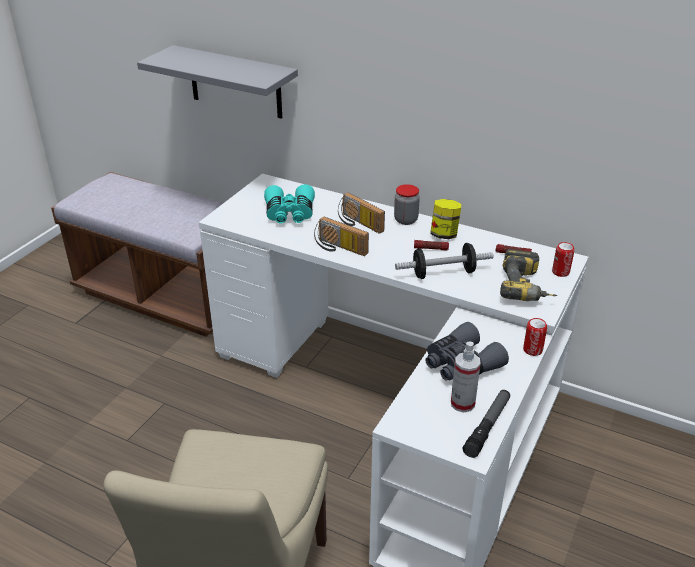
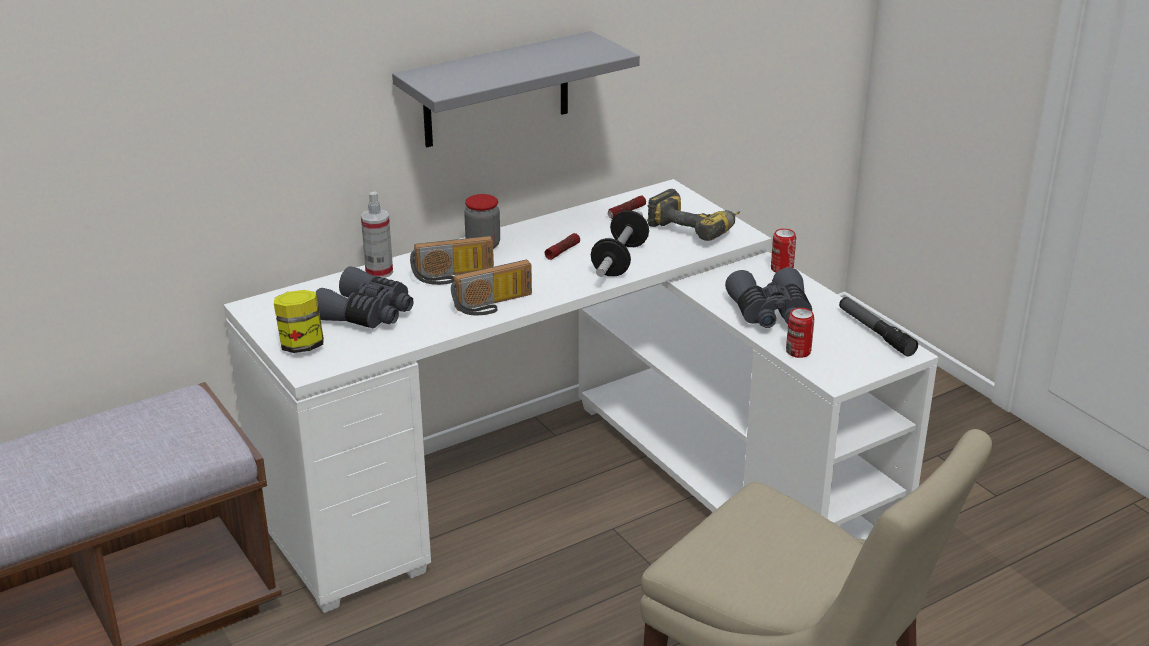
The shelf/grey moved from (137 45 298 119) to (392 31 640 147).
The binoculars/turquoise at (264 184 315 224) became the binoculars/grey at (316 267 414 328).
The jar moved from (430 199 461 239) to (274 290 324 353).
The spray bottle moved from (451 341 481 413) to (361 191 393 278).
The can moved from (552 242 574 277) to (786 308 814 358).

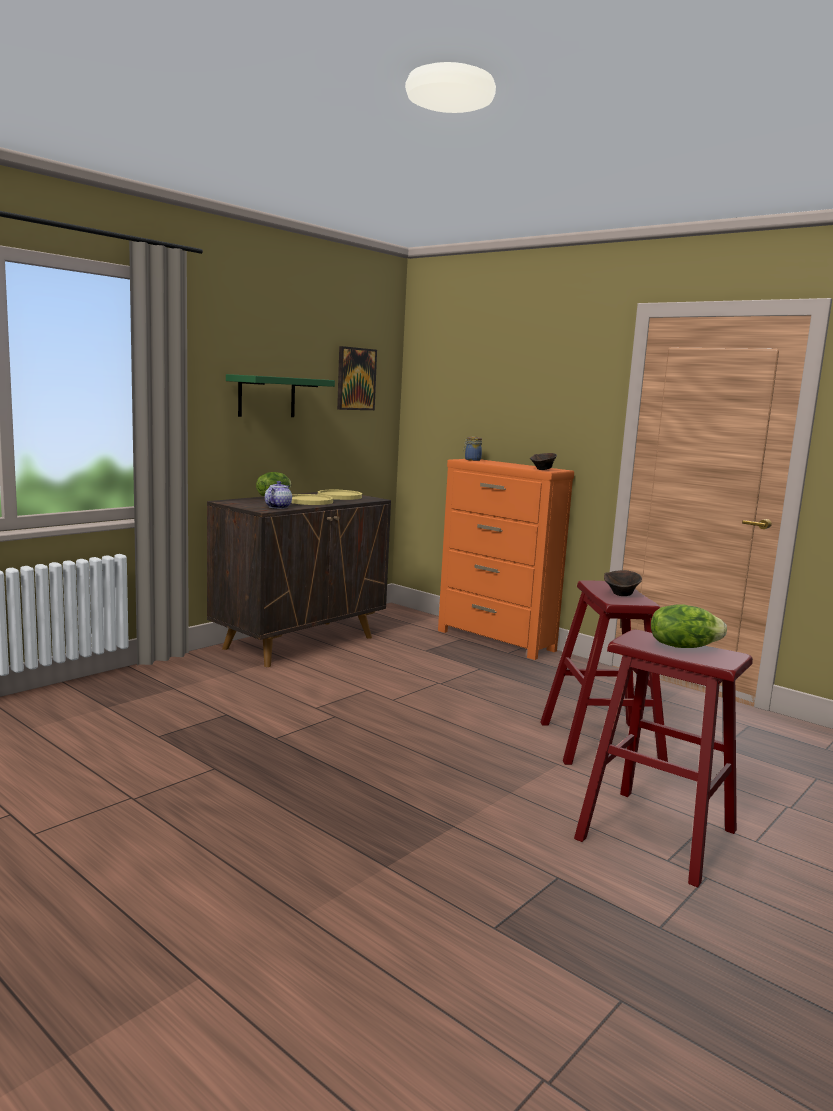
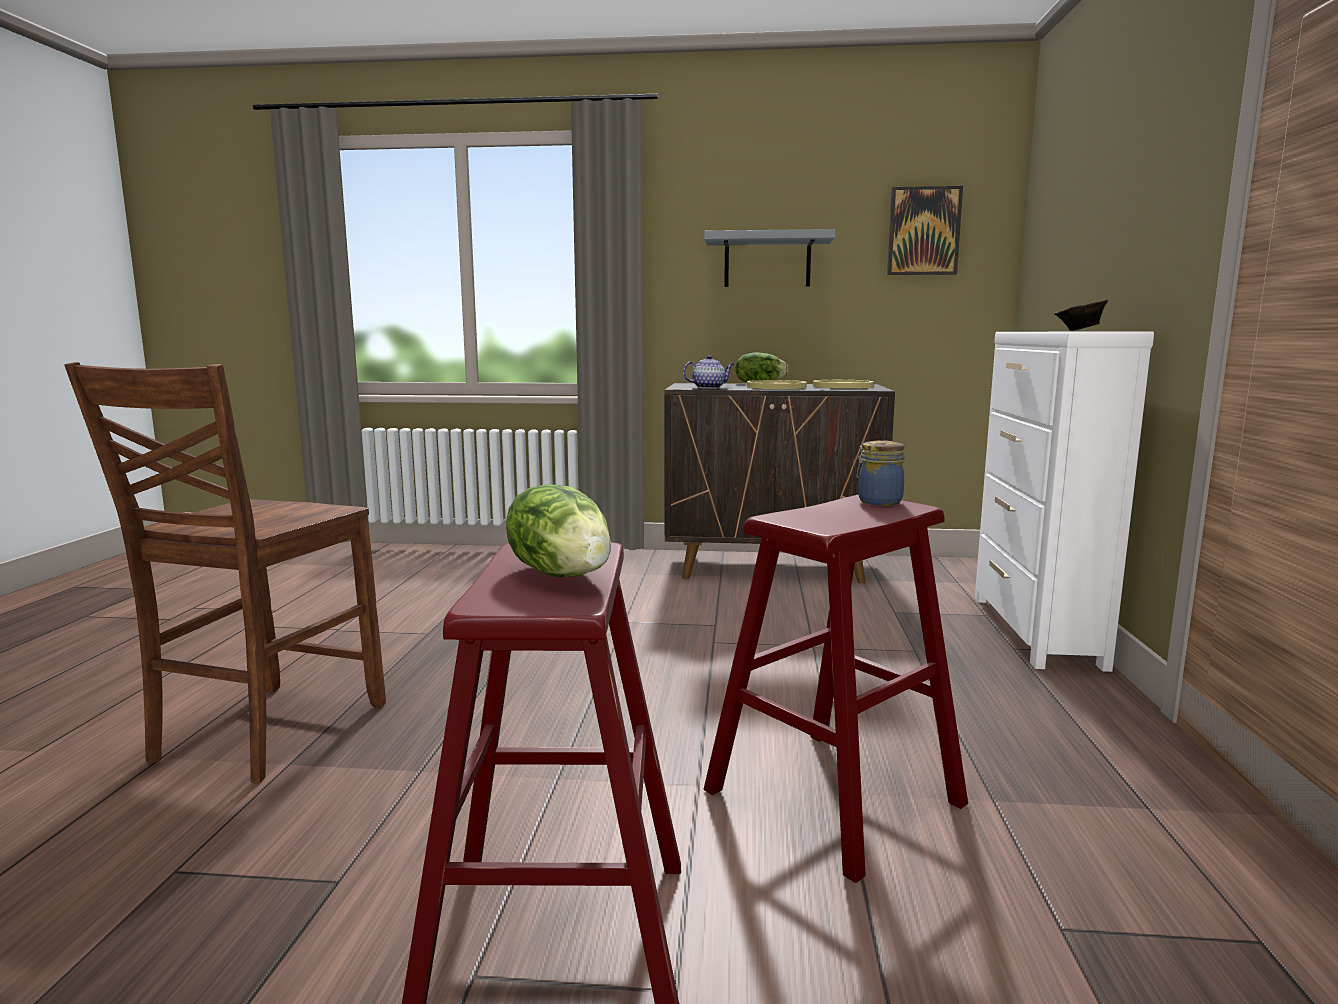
The shelf/green at (226 374 335 417) became the shelf/grey at (704 229 836 287).
The dresser/orange at (438 459 574 660) became the dresser/white at (975 332 1154 672).
The jar moved from (463 437 482 461) to (856 440 905 506).
The bowl/brown at (604 570 642 596) disappeared.
The chair/brown at (65 362 386 783) appeared.

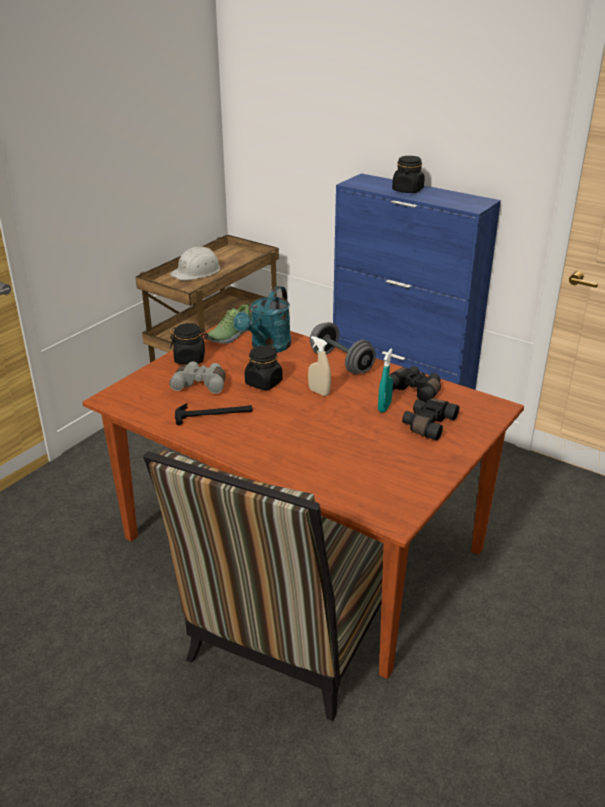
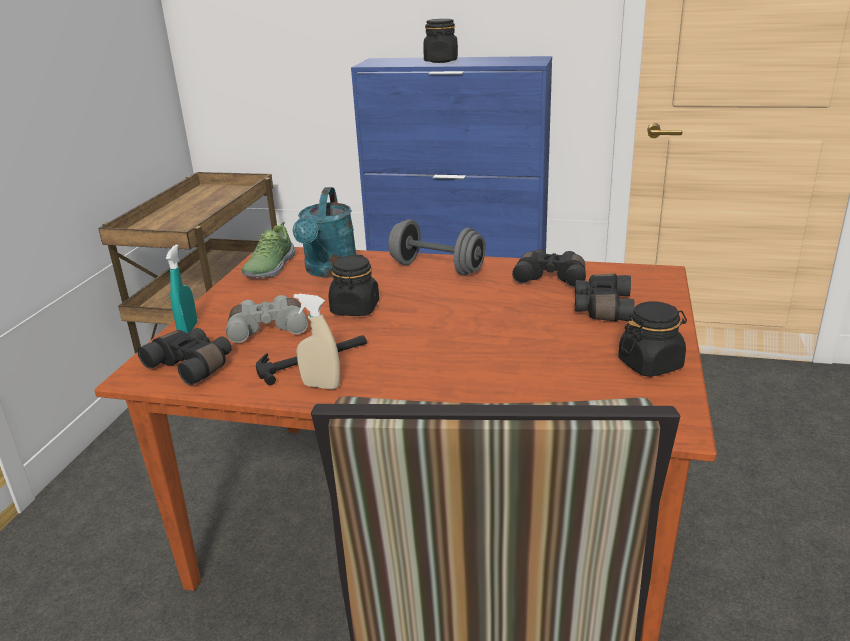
The hard hat/white at (170 246 220 281) disappeared.
The jar/black moved from (170 323 208 364) to (618 301 687 377).
The spray bottle/beige moved from (308 336 331 396) to (294 294 340 390).
The spray bottle/turquoise moved from (378 349 393 413) to (166 244 197 333).
The binoculars/black at (138 328 232 385) appeared.

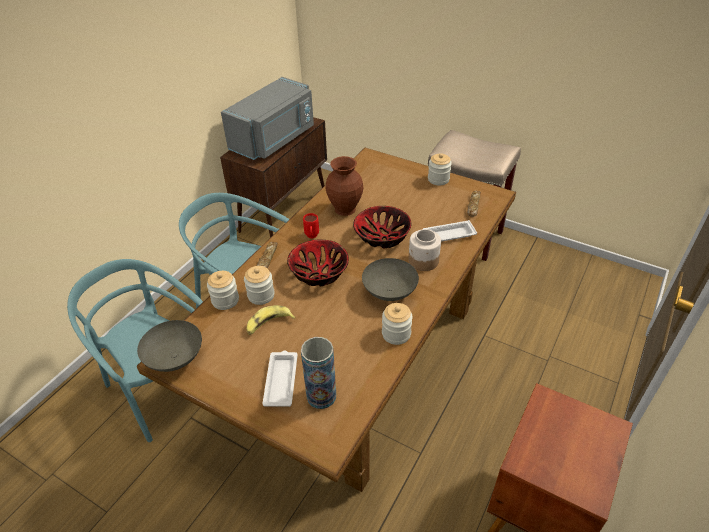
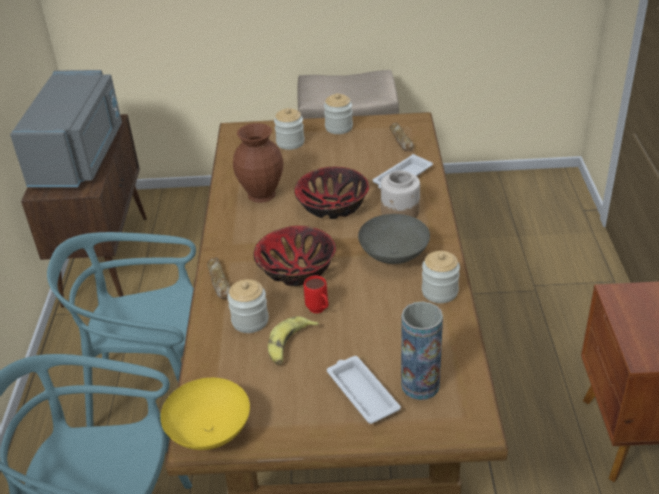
The bowl/grey at (137 320 202 372) became the bowl/yellow at (160 378 250 450).
The jar moved from (207 271 239 310) to (274 108 305 150).
The mug/red moved from (303 213 319 238) to (304 275 328 313).

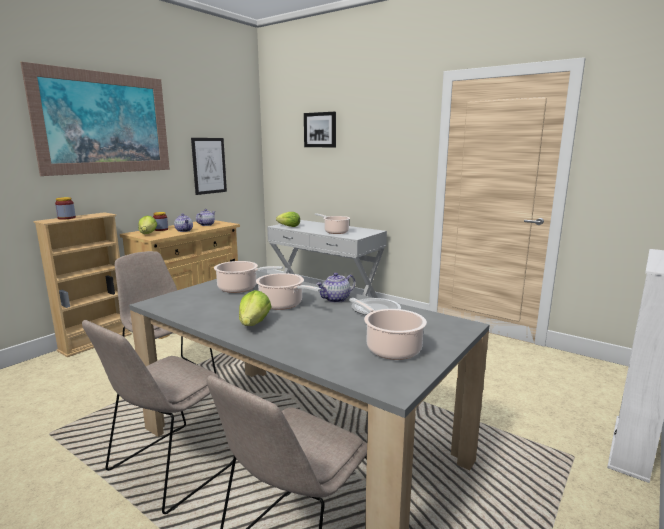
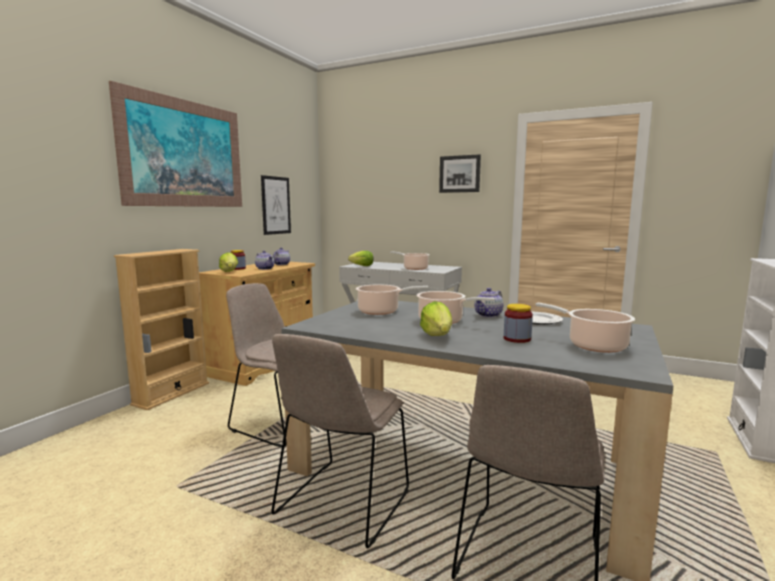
The jar moved from (55 197 76 220) to (504 304 533 343).
The picture moved from (304 112 336 147) to (439 154 481 193).

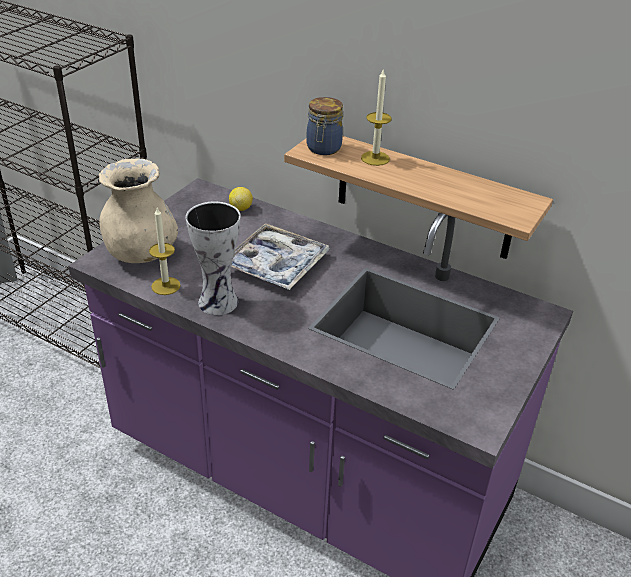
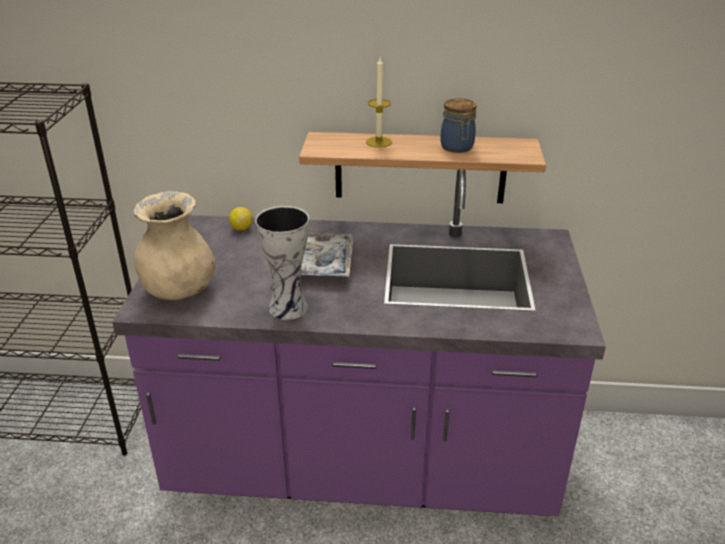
The candle at (149 208 181 295) disappeared.
The jar moved from (306 97 343 155) to (440 98 477 153).

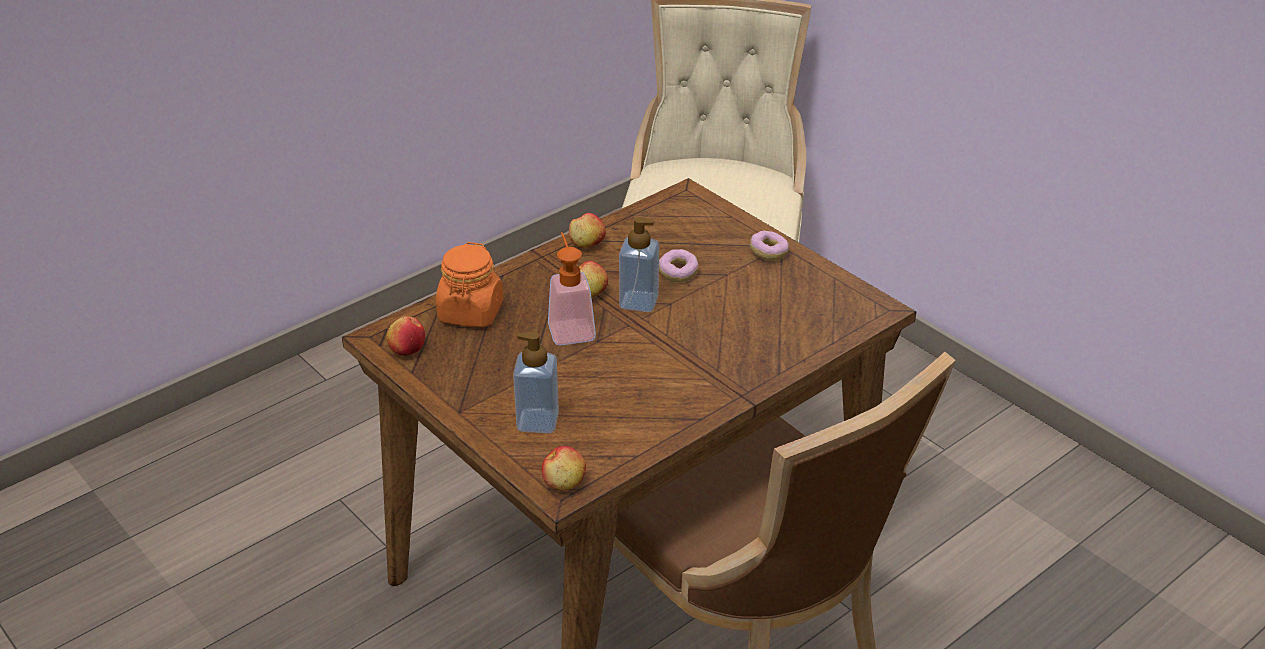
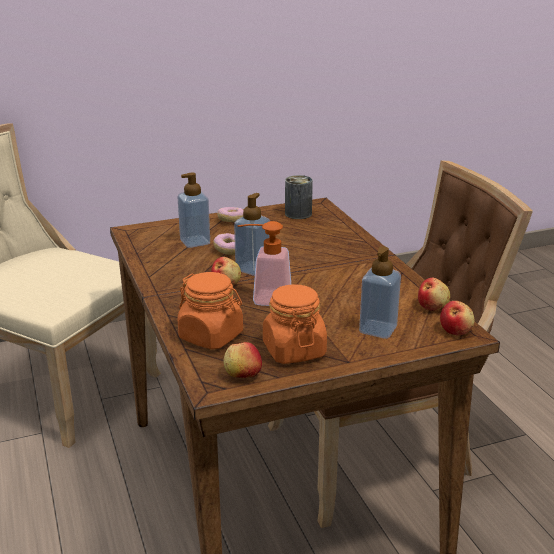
The apple moved from (569 213 606 248) to (418 278 450 311).
The soap dispenser at (177 173 210 248) appeared.
The jar/orange at (263 284 327 364) appeared.
The can at (285 175 313 219) appeared.

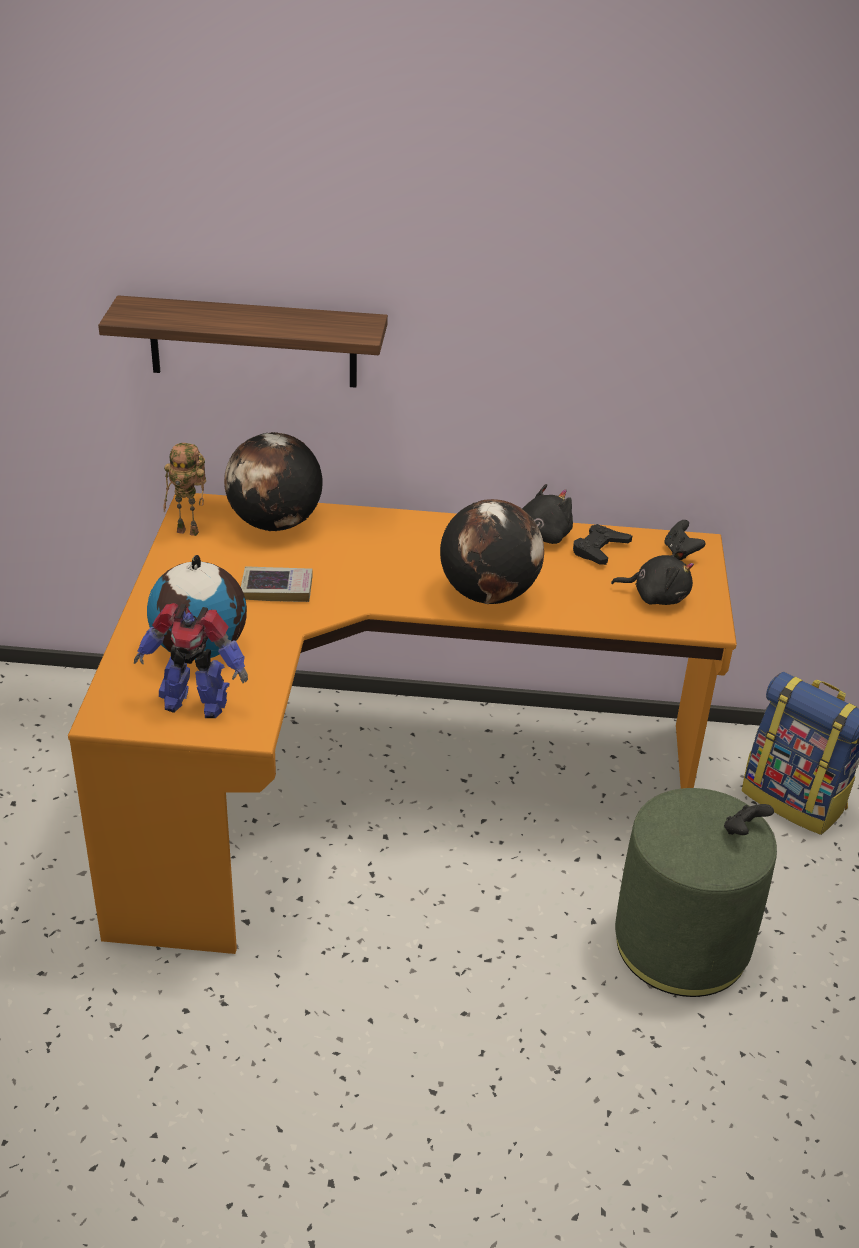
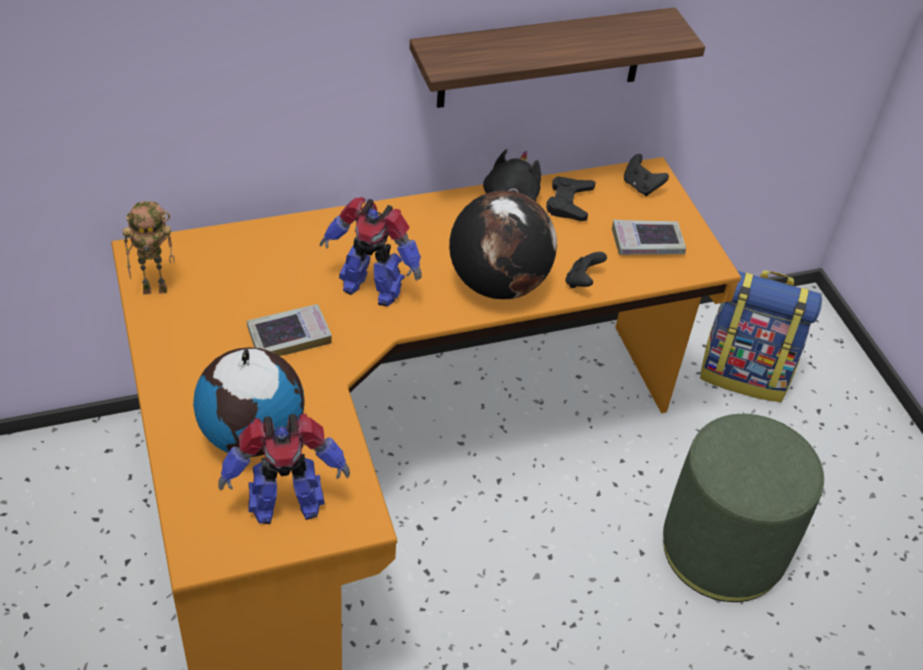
The shelf moved from (98 295 388 388) to (409 7 705 108).
The globe at (224 432 323 531) disappeared.
The plush toy/black at (611 549 694 605) was replaced by the book at (612 220 686 255).
The game controller/black moved from (724 804 774 835) to (565 252 607 288).
The toy robot at (320 197 422 307) appeared.

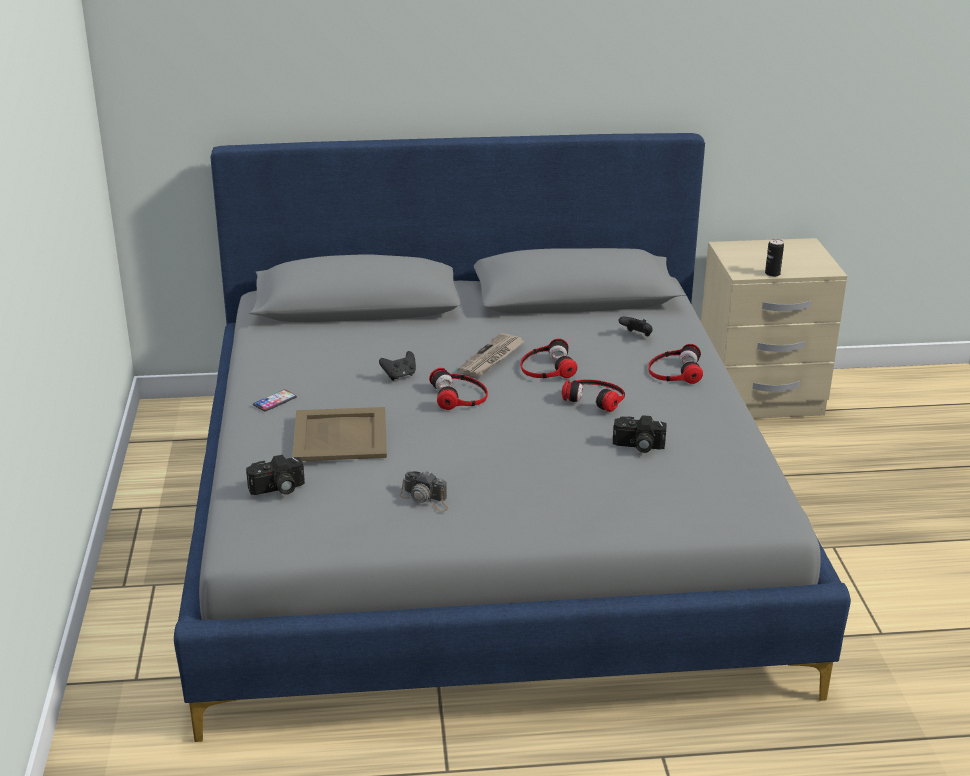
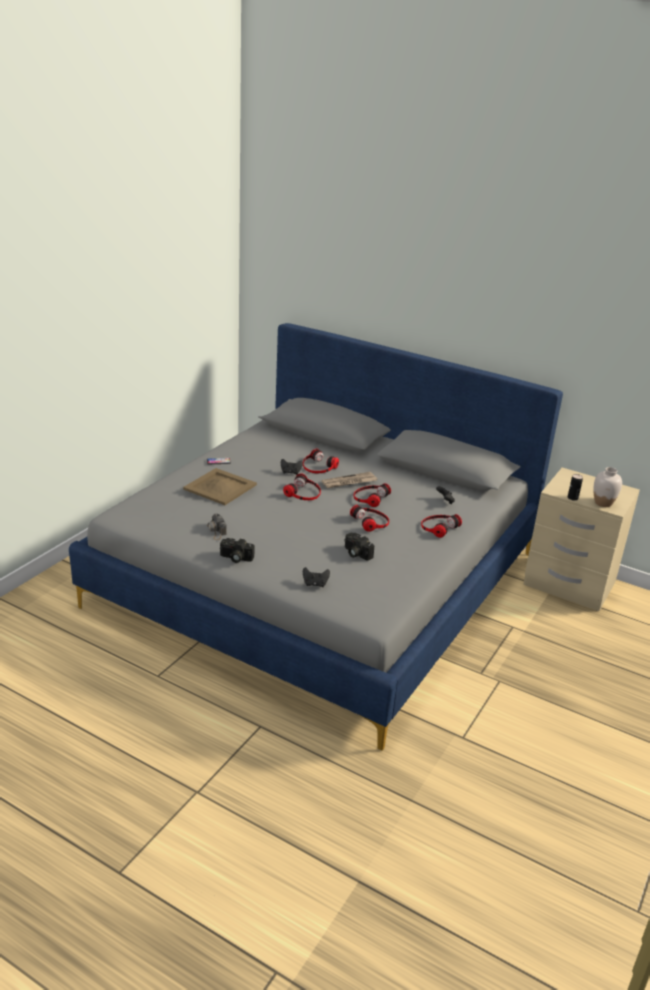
The photo camera moved from (246 455 305 495) to (220 538 254 563).
The headphones at (303 449 339 473) appeared.
The game controller/black at (303 567 330 587) appeared.
The vase/white at (593 467 622 507) appeared.

